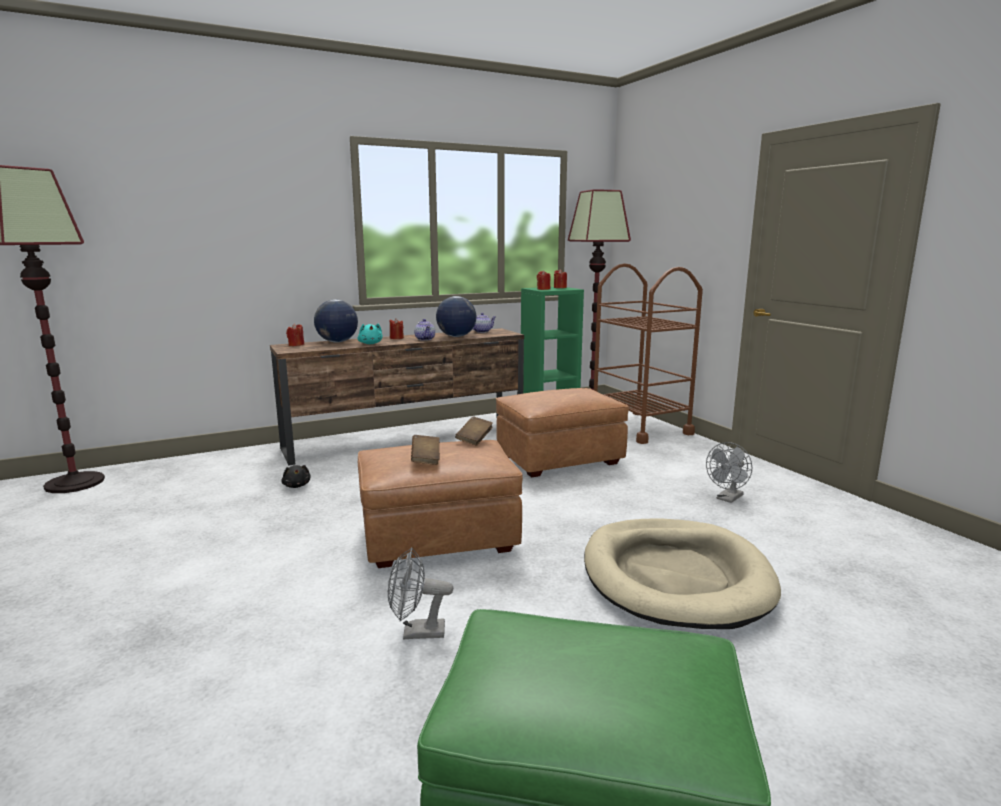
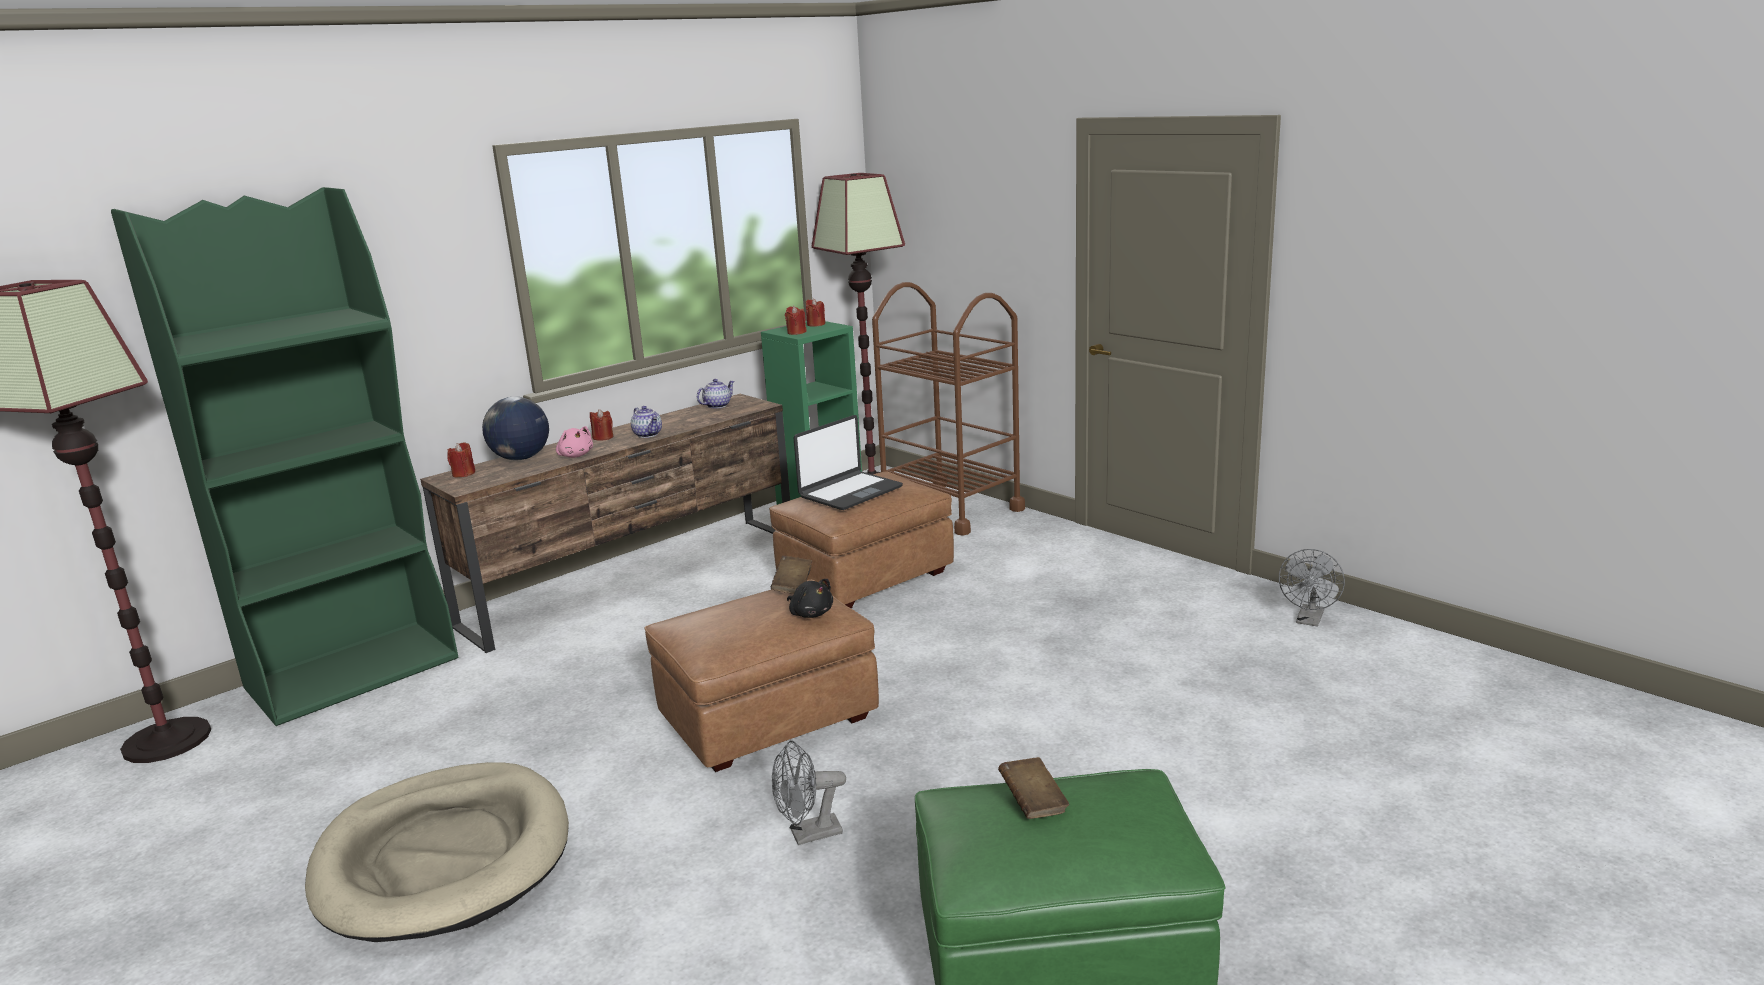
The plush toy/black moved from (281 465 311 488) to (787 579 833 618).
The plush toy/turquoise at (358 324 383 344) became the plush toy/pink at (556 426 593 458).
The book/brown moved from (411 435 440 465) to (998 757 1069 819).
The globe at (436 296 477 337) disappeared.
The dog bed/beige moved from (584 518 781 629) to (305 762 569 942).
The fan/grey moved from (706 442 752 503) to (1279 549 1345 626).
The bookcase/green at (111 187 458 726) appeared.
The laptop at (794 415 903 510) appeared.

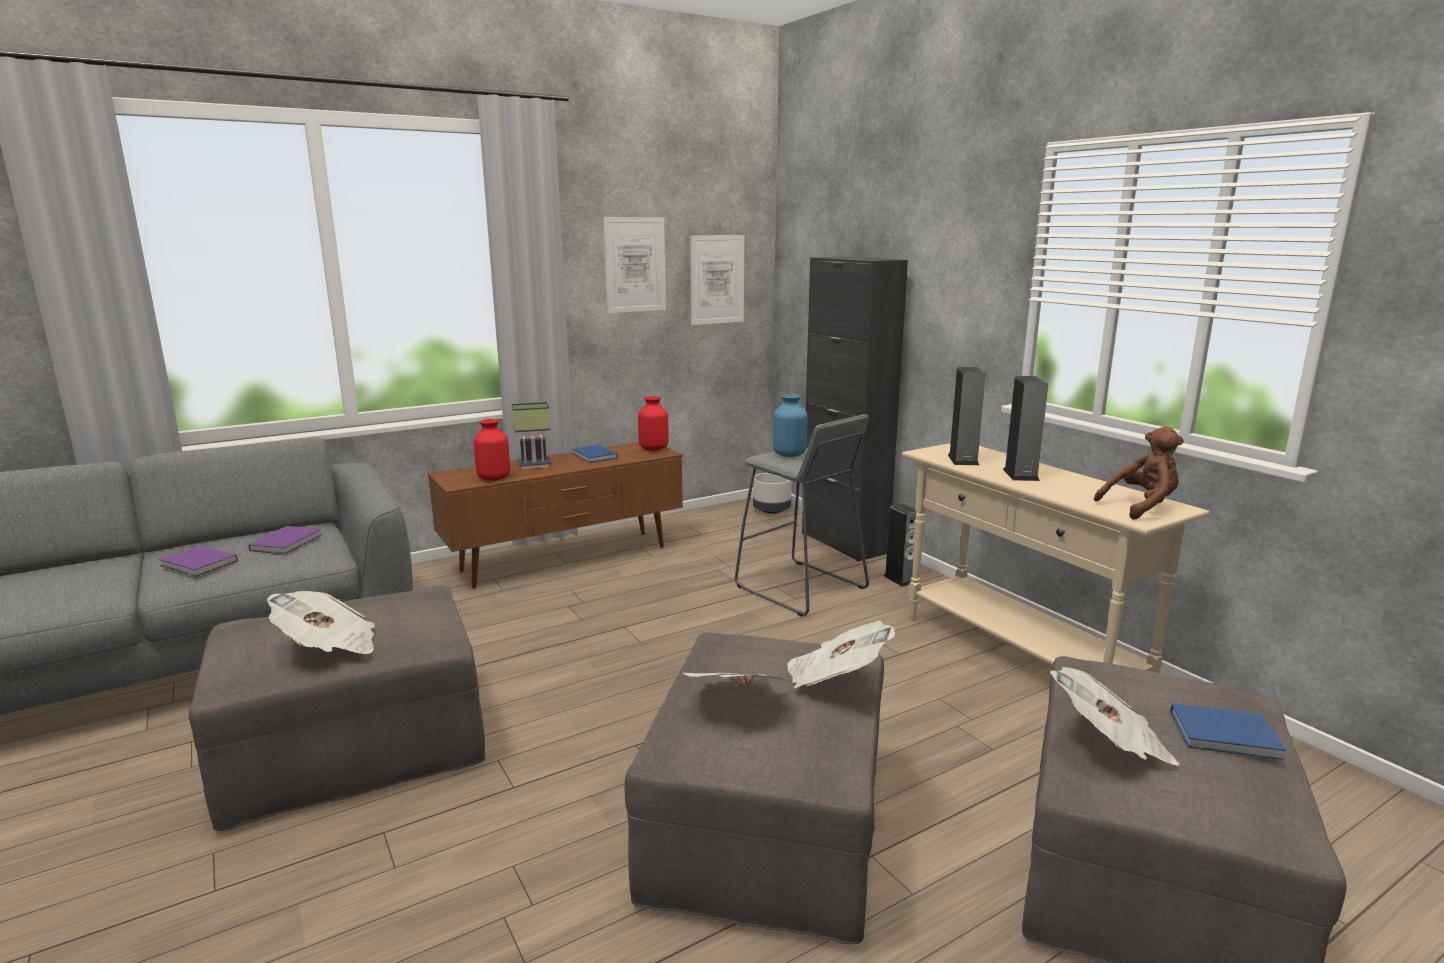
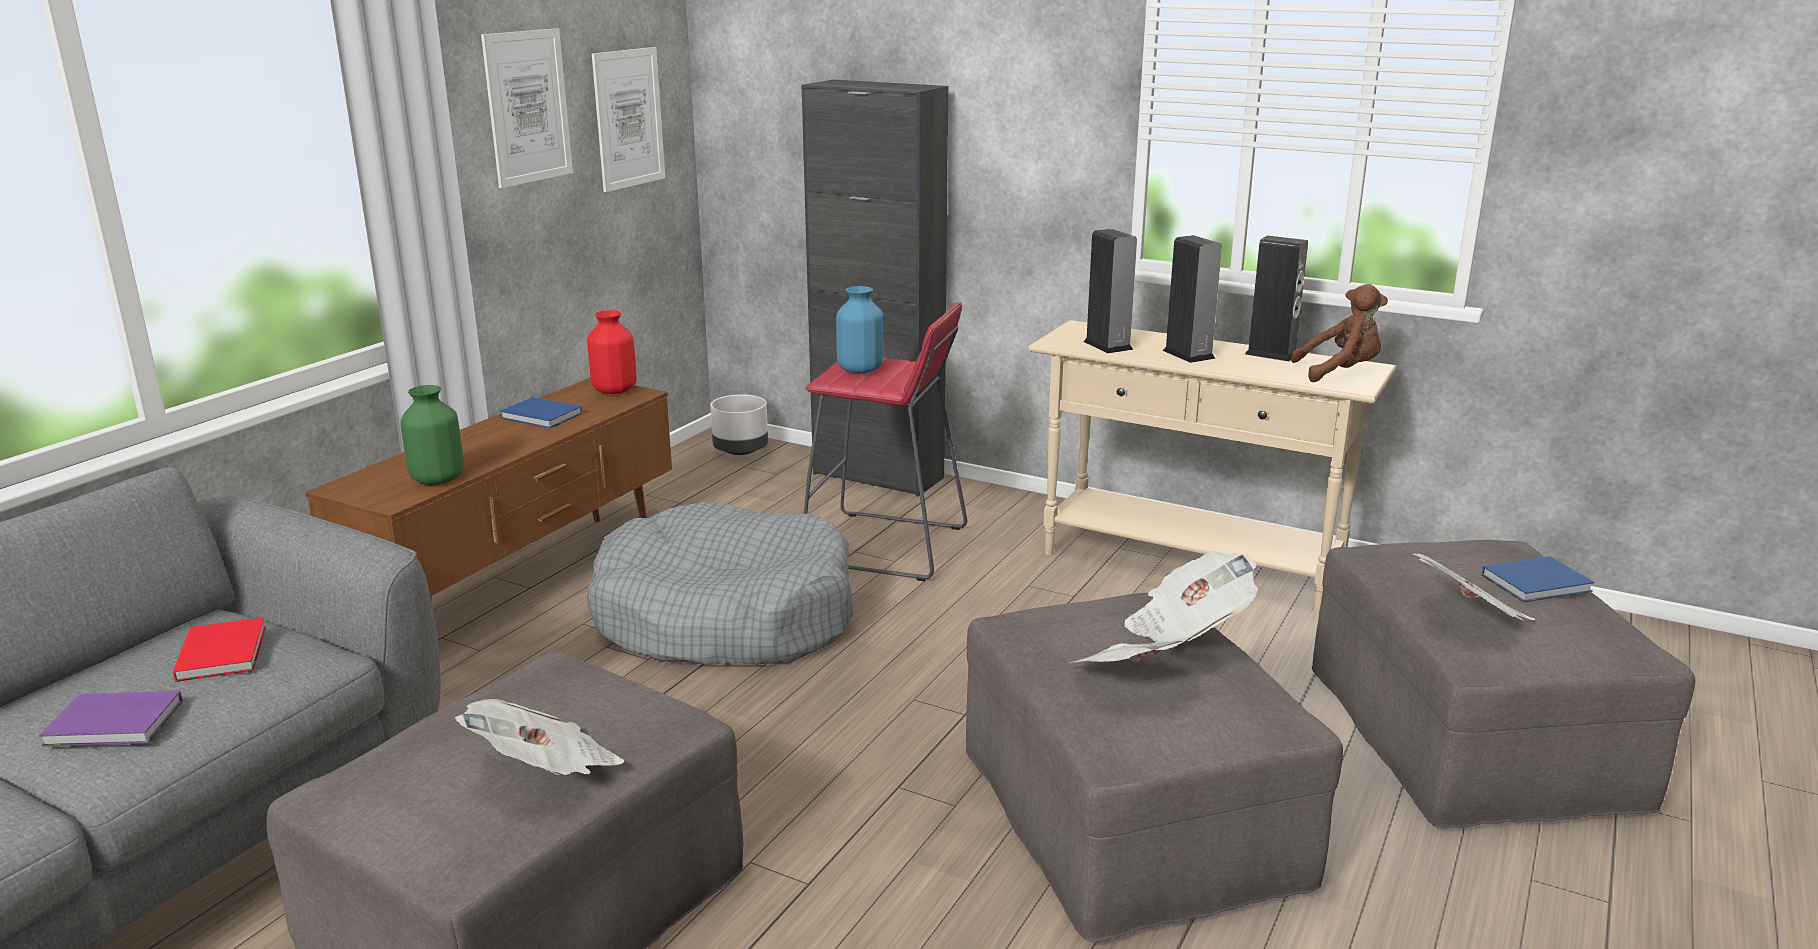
The book/purple at (248 526 322 554) became the book/red at (173 617 266 682).
The vase/red at (474 419 510 481) became the vase/green at (400 385 464 485).
The table lamp at (512 402 551 469) disappeared.
The stool/grey at (735 414 869 617) became the stool/red at (804 302 967 581).
The speaker moved from (884 504 917 587) to (1245 235 1308 361).
The plush toy/brown at (1094 426 1184 520) turned 45 degrees clockwise.
The dog bed/grey at (586 502 854 665) appeared.

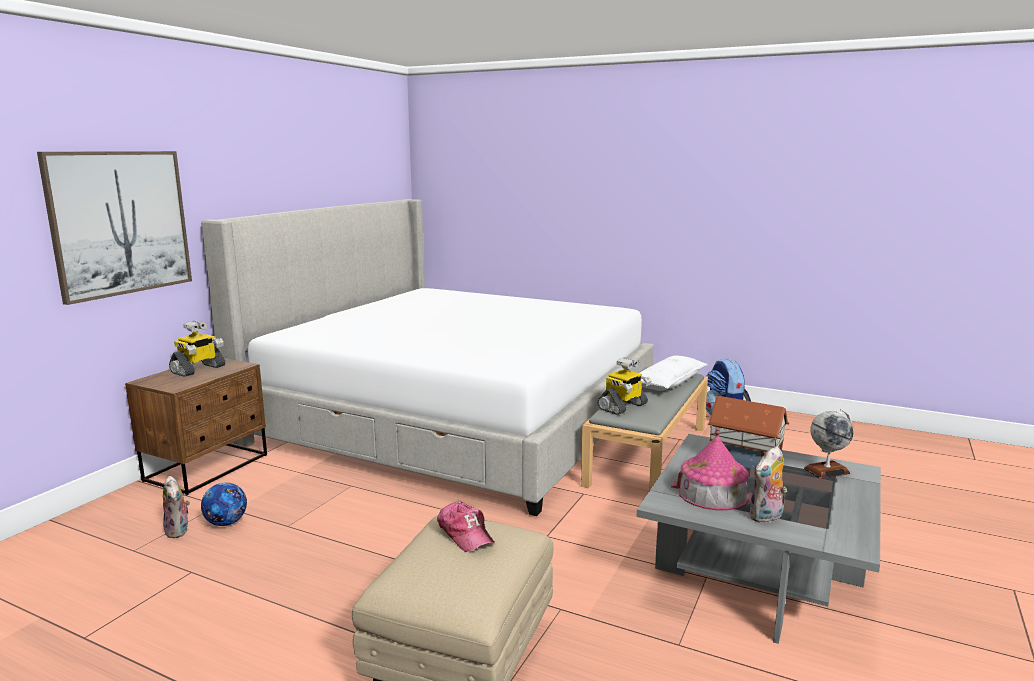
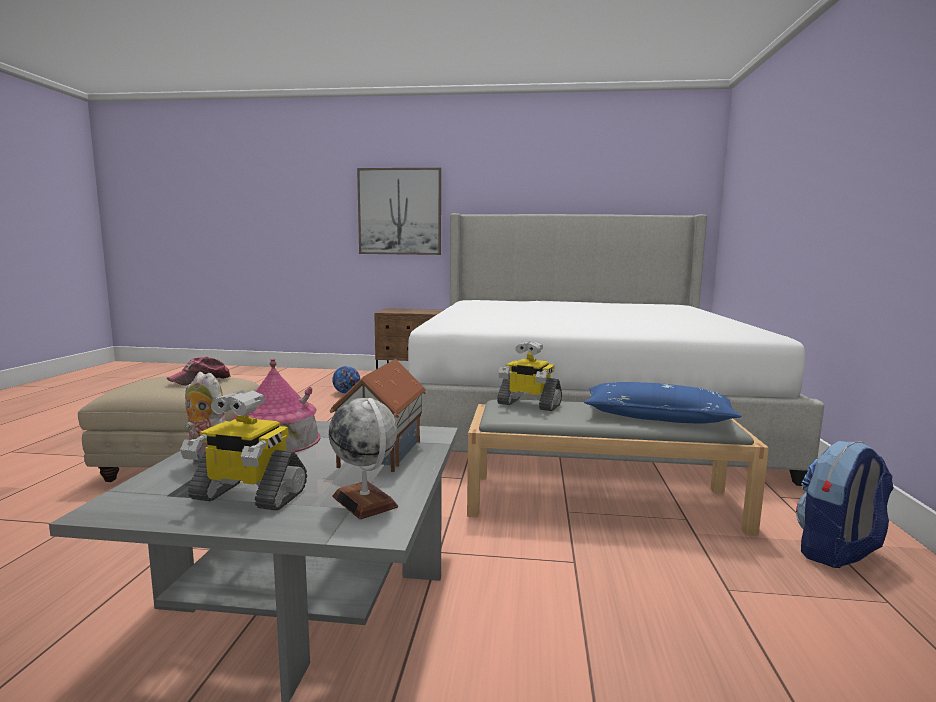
The plush toy at (163 476 190 538) disappeared.
The toy robot moved from (169 321 226 377) to (180 390 307 511).
The pillow/white at (640 355 708 391) became the pillow/blue at (584 382 742 424).

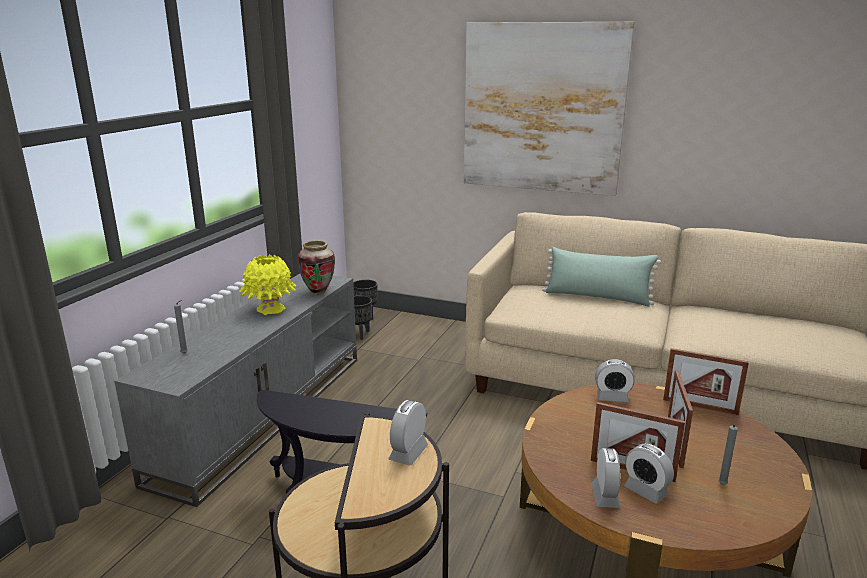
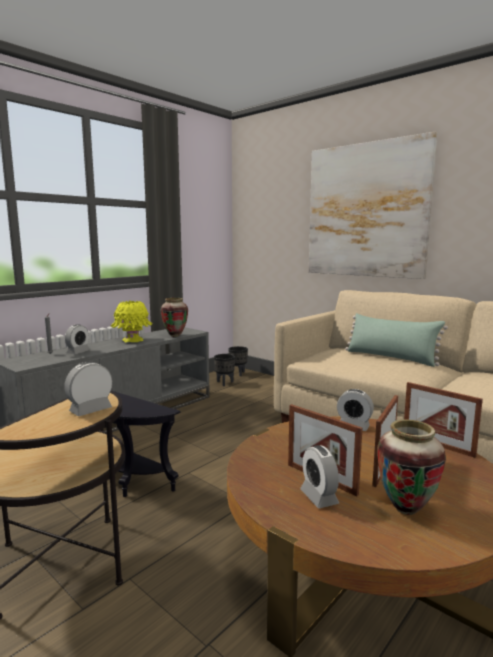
The alarm clock moved from (591 448 621 508) to (65 324 90 354).
The candle/grey at (718 424 738 485) was replaced by the vase at (377 419 446 515).

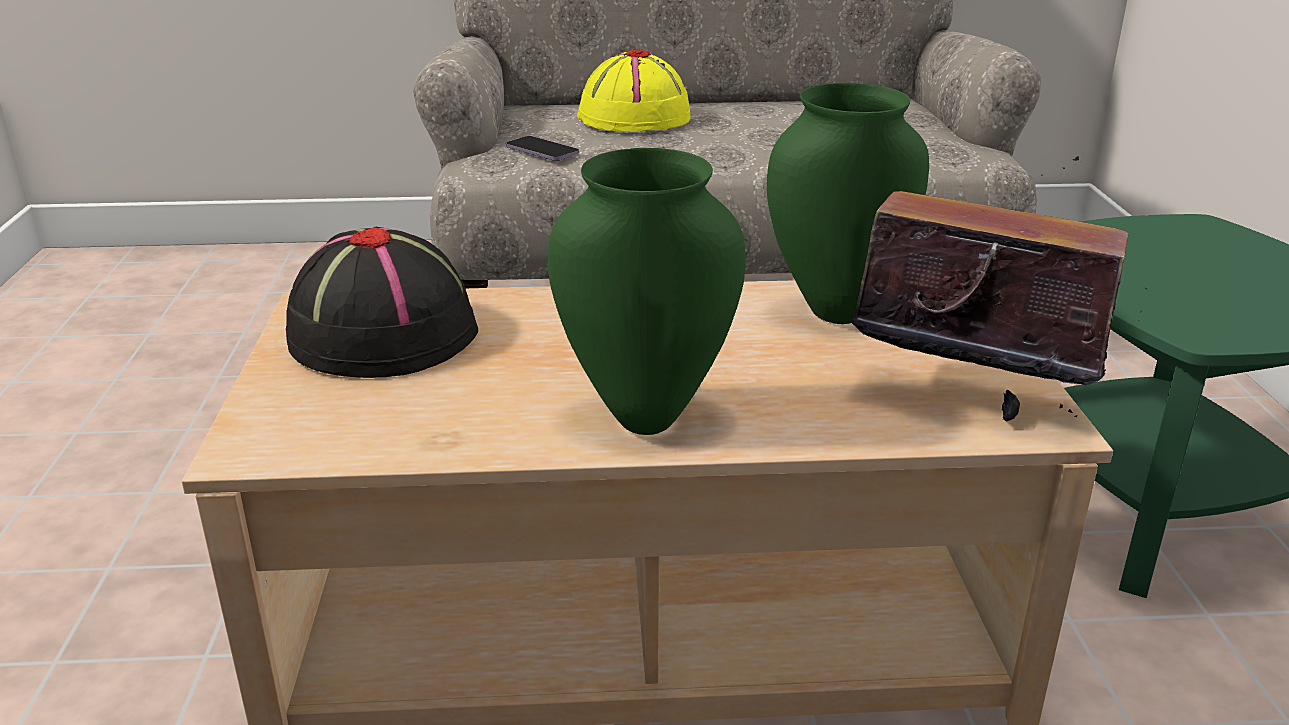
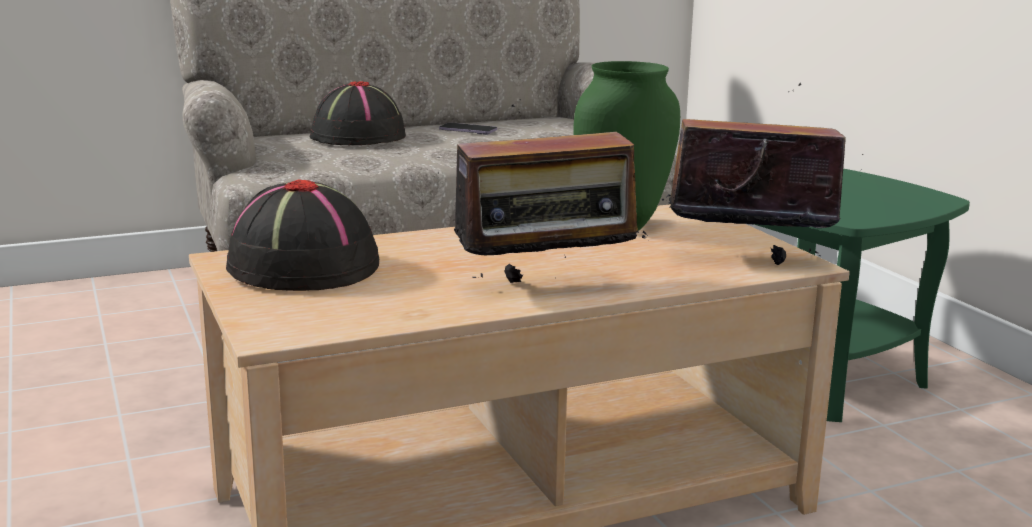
The phone moved from (506 136 579 161) to (439 123 497 135).
The vase/green at (548 148 746 435) was replaced by the radio at (438 99 647 283).
The hat/yellow at (577 50 690 132) became the hat/black at (309 81 406 145).

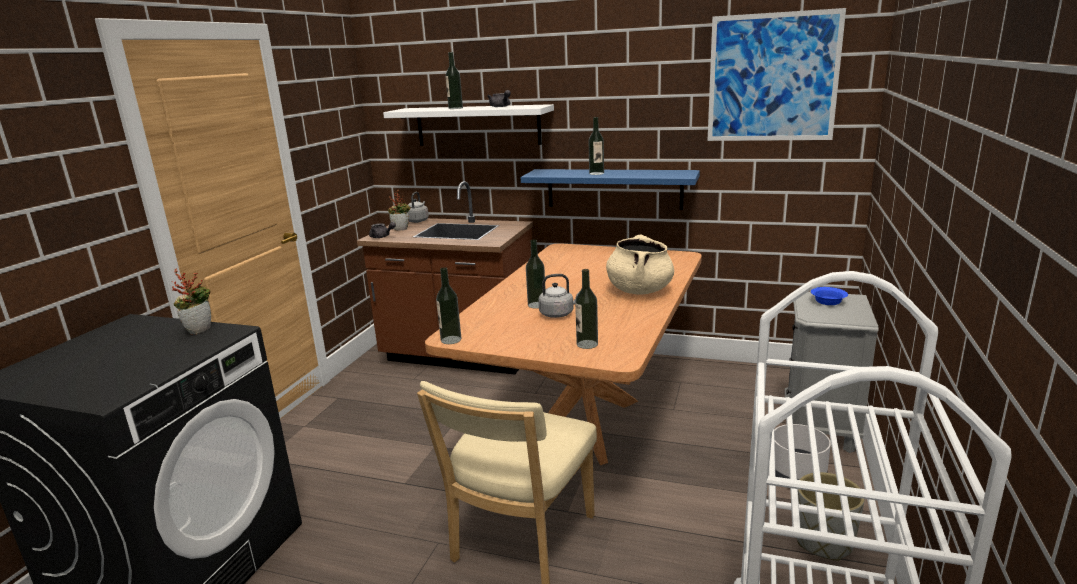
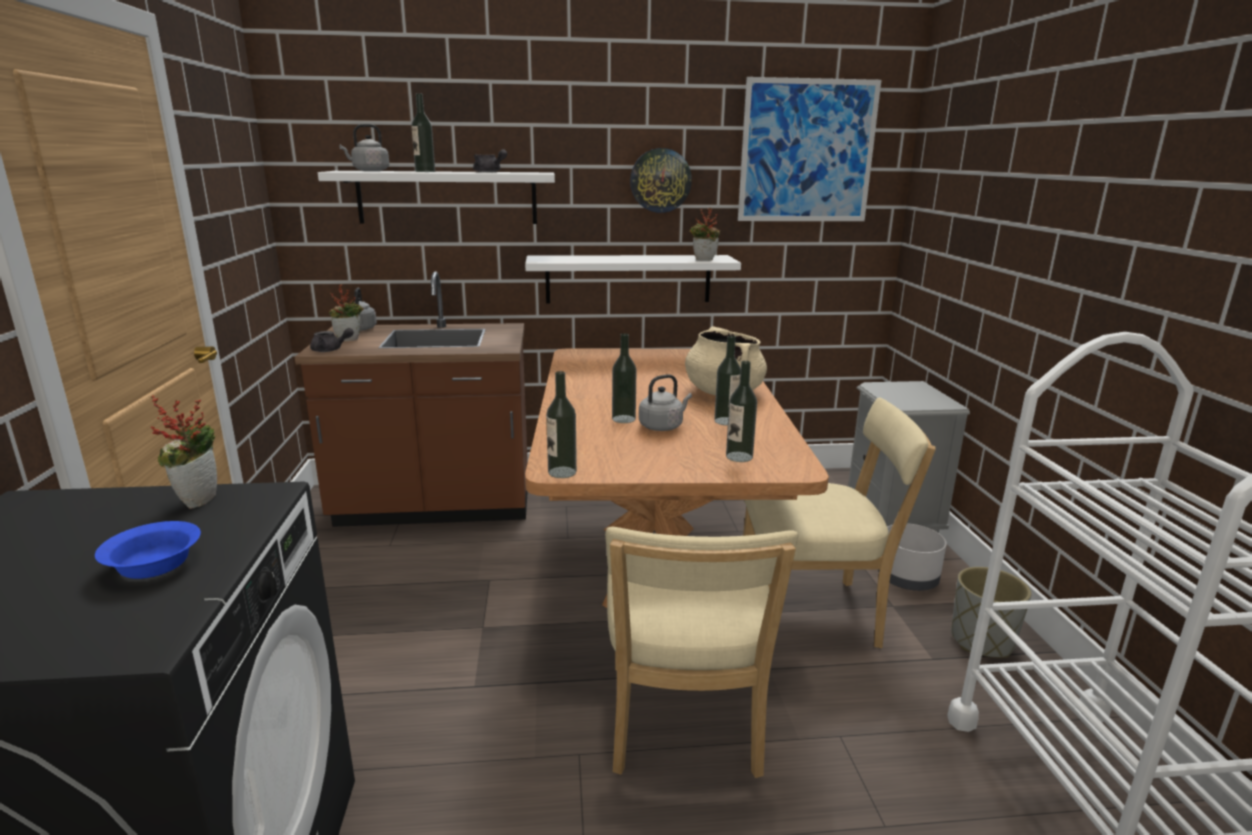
The shelf/blue at (521 169 700 210) became the shelf/white at (525 255 741 303).
The bottle moved from (589 117 604 175) to (714 335 741 426).
The bowl/blue moved from (811 287 848 305) to (95 521 201 579).
The kettle/grey at (339 124 389 171) appeared.
The wall clock at (630 148 692 213) appeared.
The potted plant at (690 208 720 261) appeared.
The chair/beige at (743 397 936 648) appeared.

